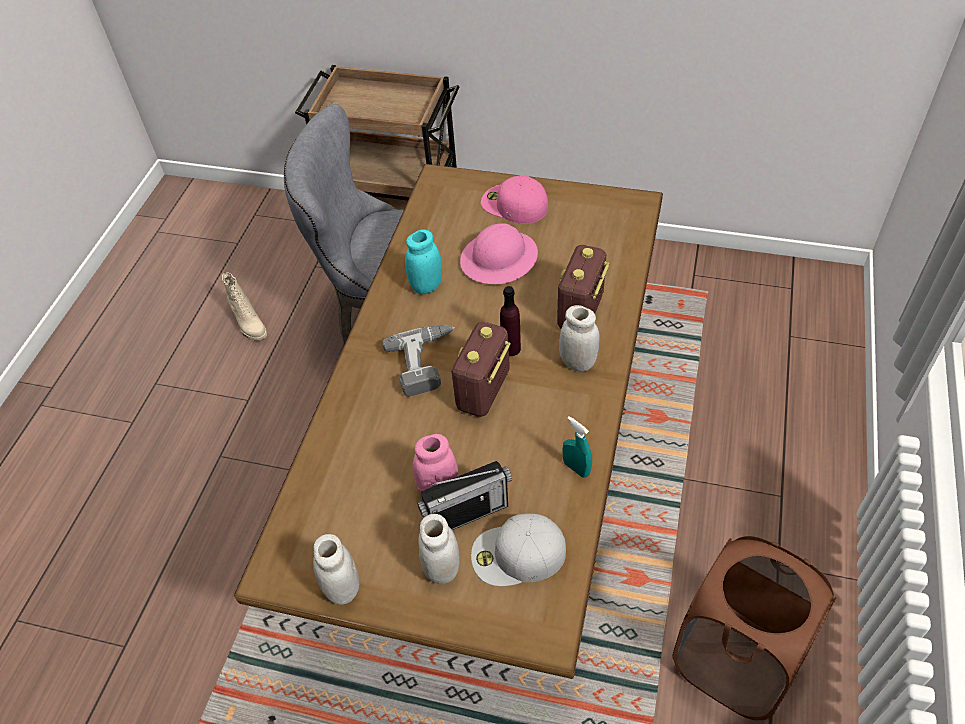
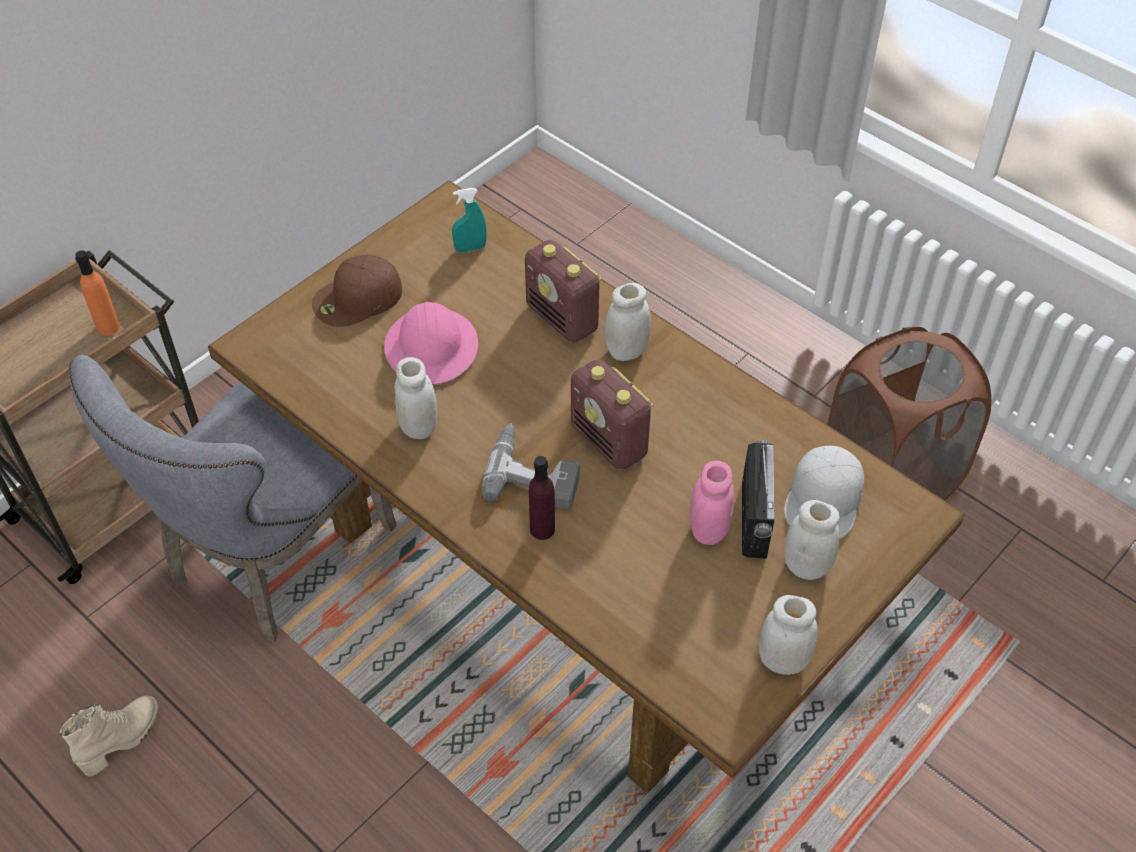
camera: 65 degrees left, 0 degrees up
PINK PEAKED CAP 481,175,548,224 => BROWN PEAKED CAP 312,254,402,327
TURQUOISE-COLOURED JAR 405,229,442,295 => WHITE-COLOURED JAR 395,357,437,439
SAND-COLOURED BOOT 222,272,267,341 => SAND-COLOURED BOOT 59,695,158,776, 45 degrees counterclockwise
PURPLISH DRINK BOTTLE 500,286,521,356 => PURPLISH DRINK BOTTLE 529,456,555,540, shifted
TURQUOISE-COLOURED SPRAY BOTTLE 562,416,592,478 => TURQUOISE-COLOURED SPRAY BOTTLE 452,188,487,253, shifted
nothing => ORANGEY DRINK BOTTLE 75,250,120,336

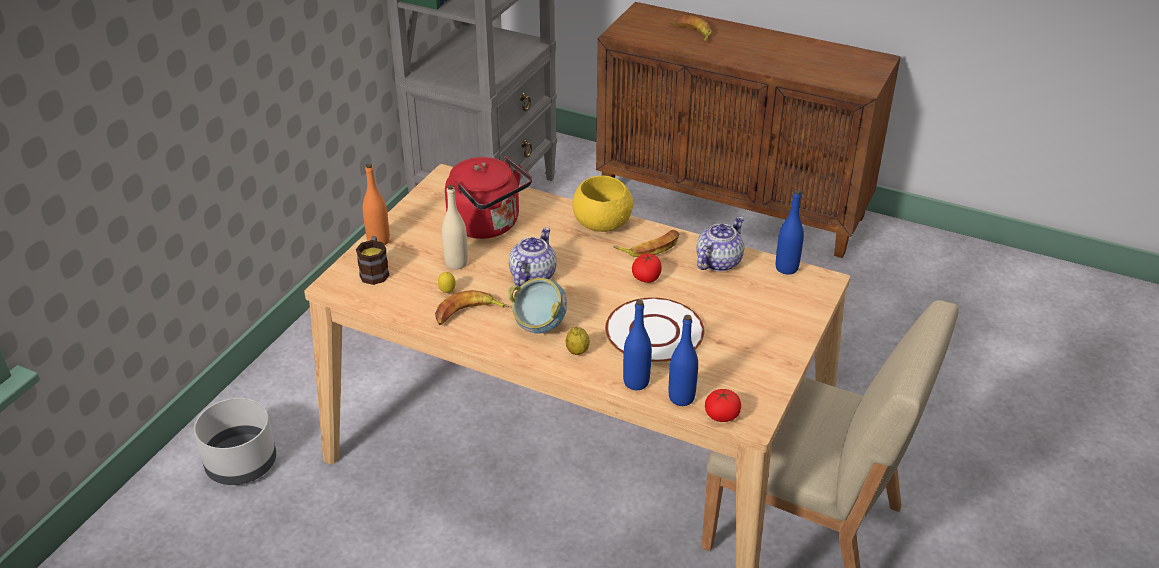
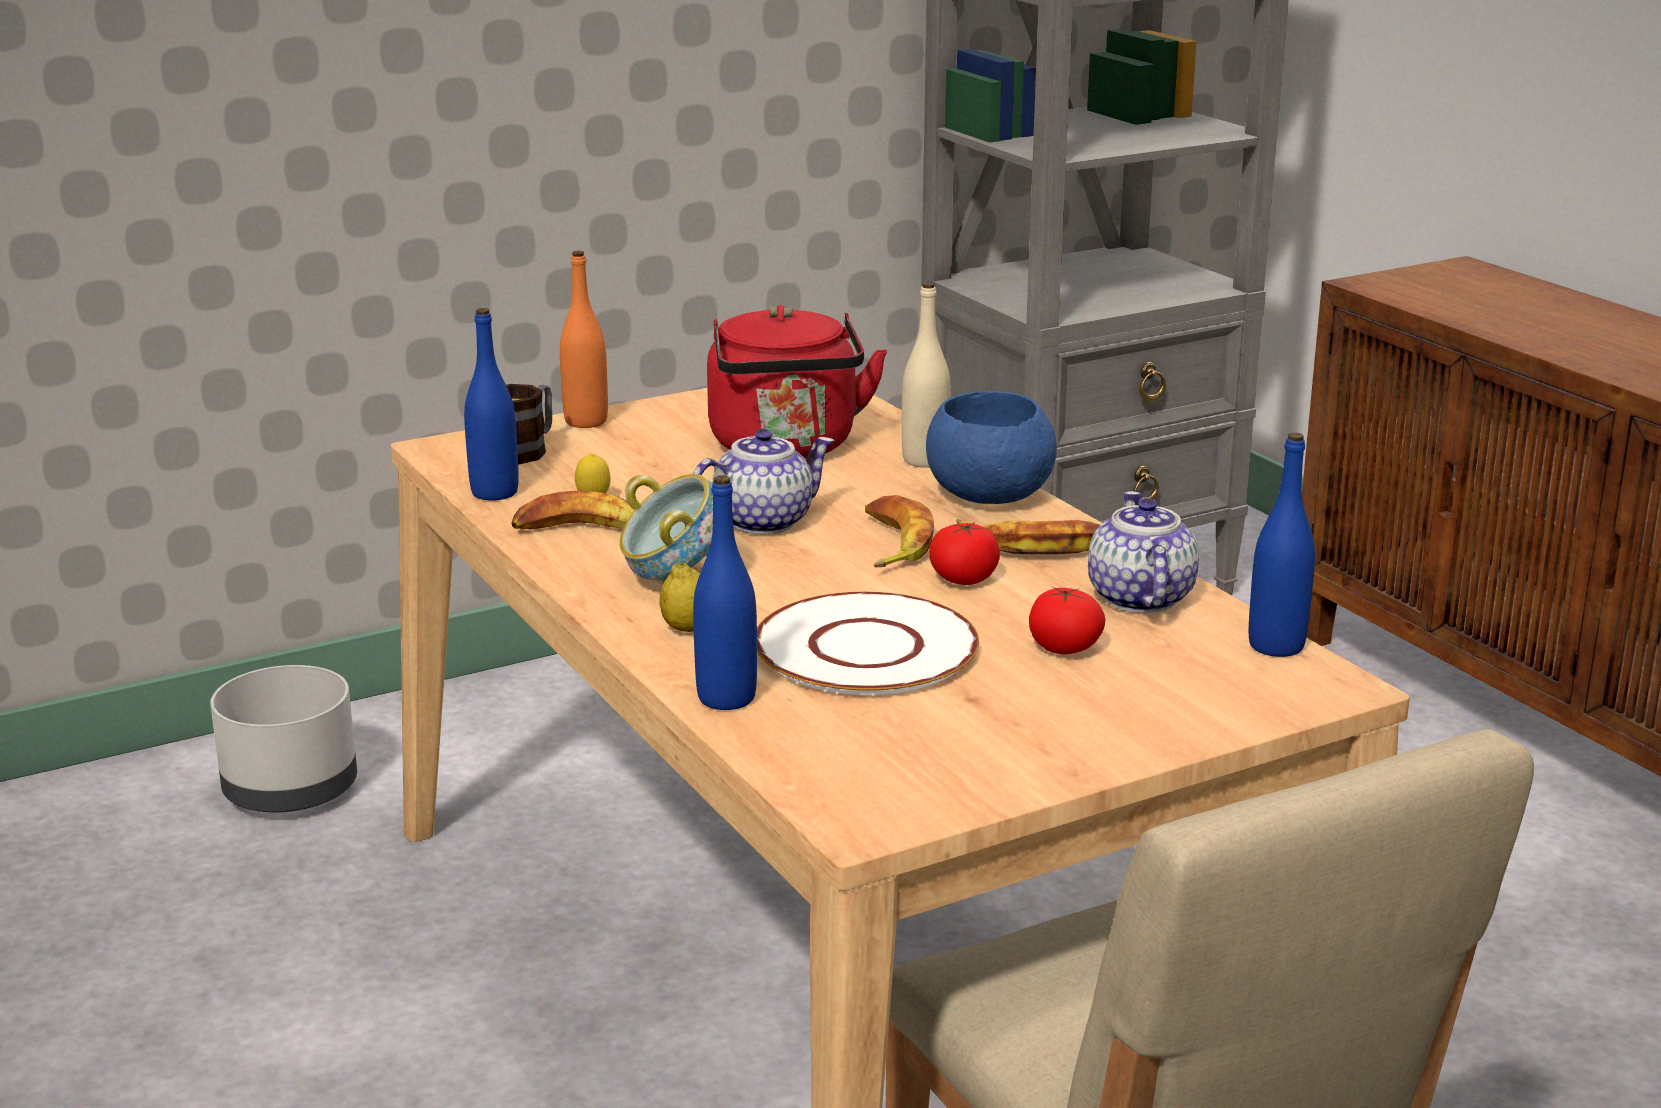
camera: 35 degrees right, 15 degrees down
WHOLE BANANA 670,15,711,42 => WHOLE BANANA 865,495,934,567, shifted
YELLOW SERVING BOWL 573,176,633,232 => BLUE SERVING BOWL 926,391,1057,504
SAND-COLOURED DRINK BOTTLE 442,185,468,270 => SAND-COLOURED DRINK BOTTLE 902,282,951,468, shifted
TEA POT 696,216,744,271 => TEA POT 1088,491,1199,613, 75 degrees counterclockwise
BLUE DRINK BOTTLE 669,315,698,406 => BLUE DRINK BOTTLE 464,308,519,501, shifted
WHOLE TOMATO 705,389,741,422 => WHOLE TOMATO 1029,587,1105,654, shifted

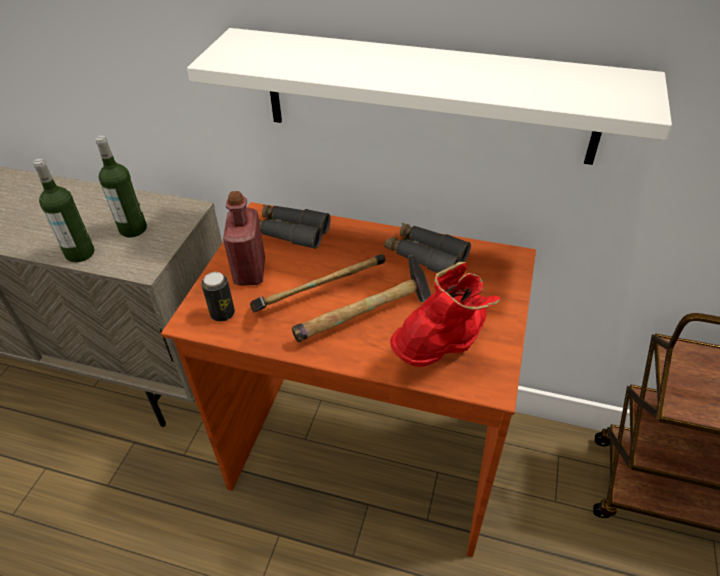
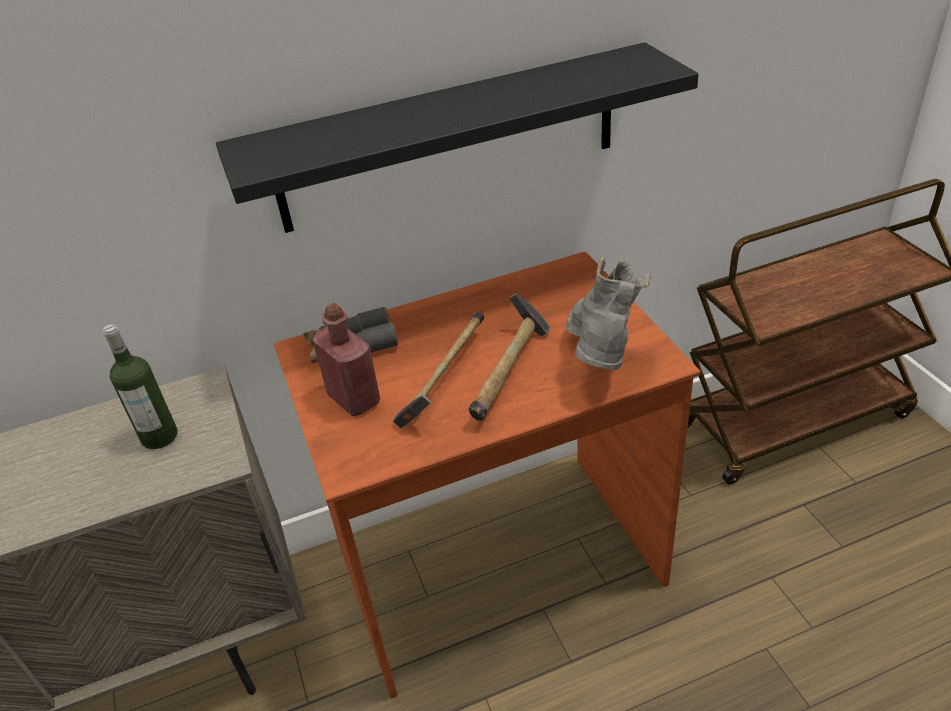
camera: 35 degrees left, 5 degrees down
WHITE-COLOURED SHELF 187,28,672,165 => BLACK SHELF 216,42,699,233
DRINK BOTTLE 33,159,94,262 => nothing
GREYISH BINOCULARS 384,223,471,273 => nothing
RED-COLOURED BOOT 390,262,500,367 => GREYISH BOOT 566,257,651,370
METAL CAN 201,272,235,321 => nothing

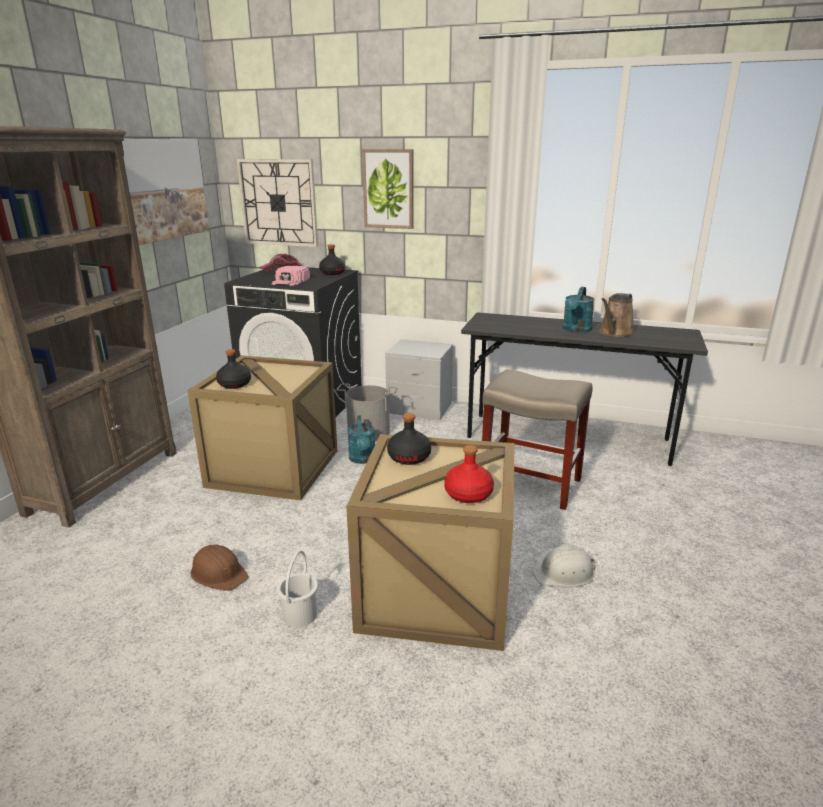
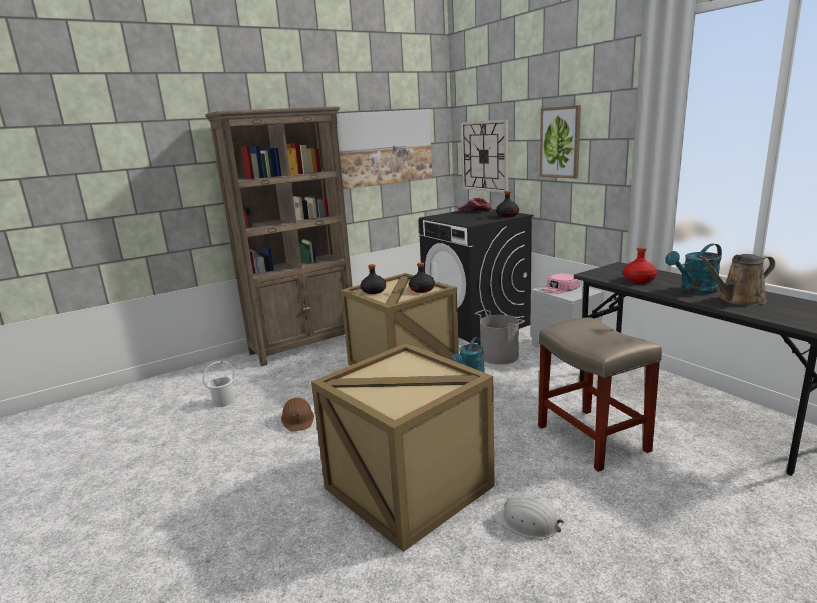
camera: 40 degrees right, 5 degrees down
PINK PEAKED CAP 272,266,310,286 => PINK PEAKED CAP 541,273,580,294, shifted
BLACK DRINK BOTTLE 387,413,431,465 => BLACK DRINK BOTTLE 409,262,435,293, shifted
RED-COLOURED DRINK BOTTLE 444,445,494,503 => RED-COLOURED DRINK BOTTLE 623,247,657,283, shifted
WHITE-COLOURED BUCKET 277,551,318,628 => WHITE-COLOURED BUCKET 202,361,234,407, shifted

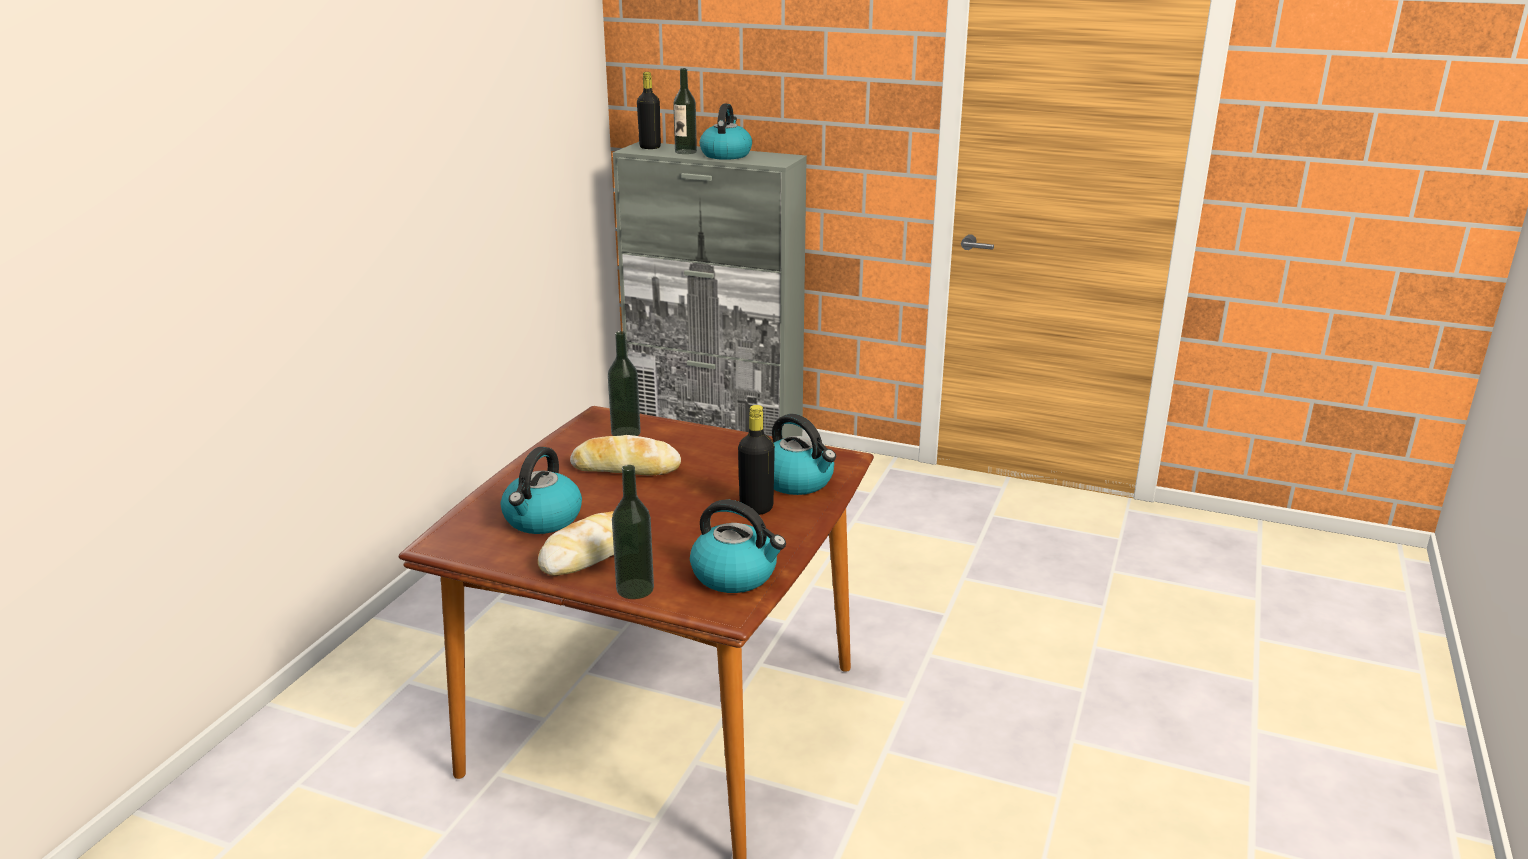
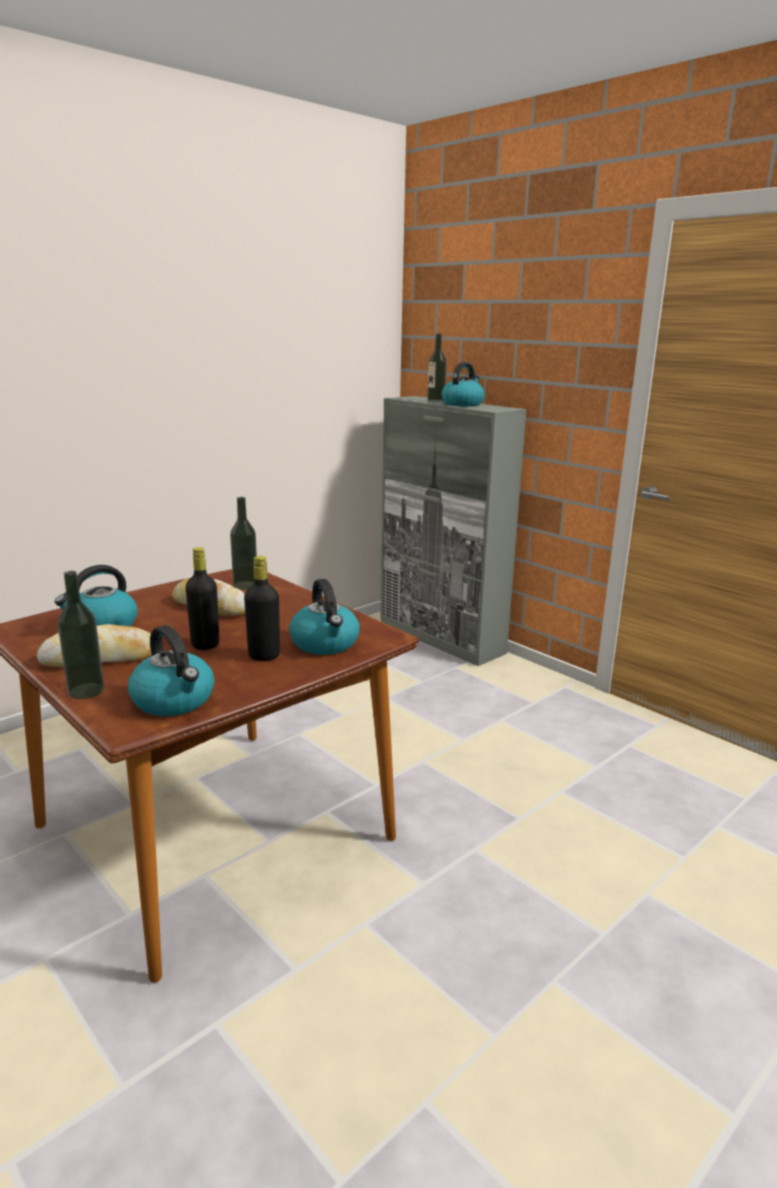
camera: 25 degrees right, 5 degrees down
BLACK DRINK BOTTLE 637,72,661,149 => BLACK DRINK BOTTLE 186,547,220,650, shifted

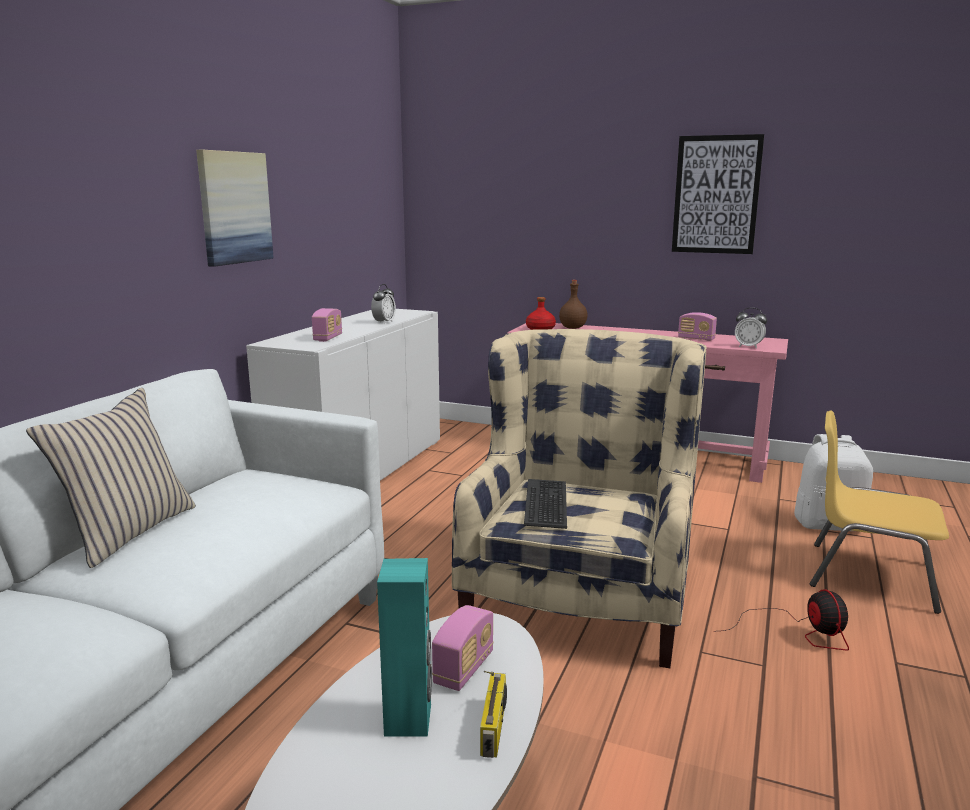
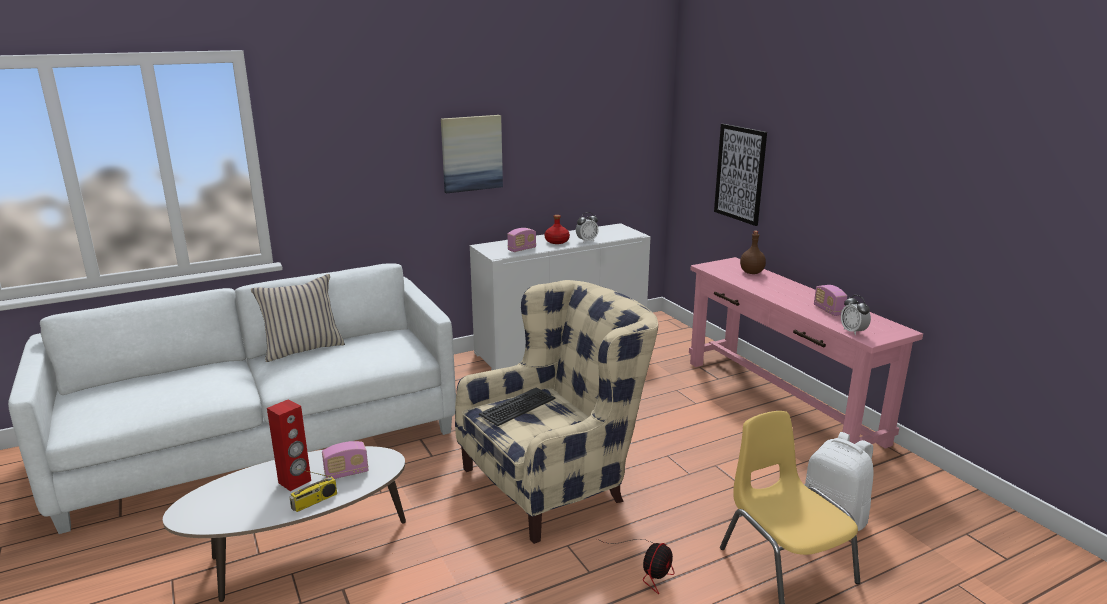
camera: 40 degrees right, 5 degrees up
PICTURE 672,134,764,254 => PICTURE 714,124,767,226, shifted
RED-COLOURED DRINK BOTTLE 526,297,556,330 => RED-COLOURED DRINK BOTTLE 545,215,570,244, shifted
TURQUOISE-COLOURED LOUDSPEAKER 377,558,432,737 => RED-COLOURED LOUDSPEAKER 267,400,311,491

